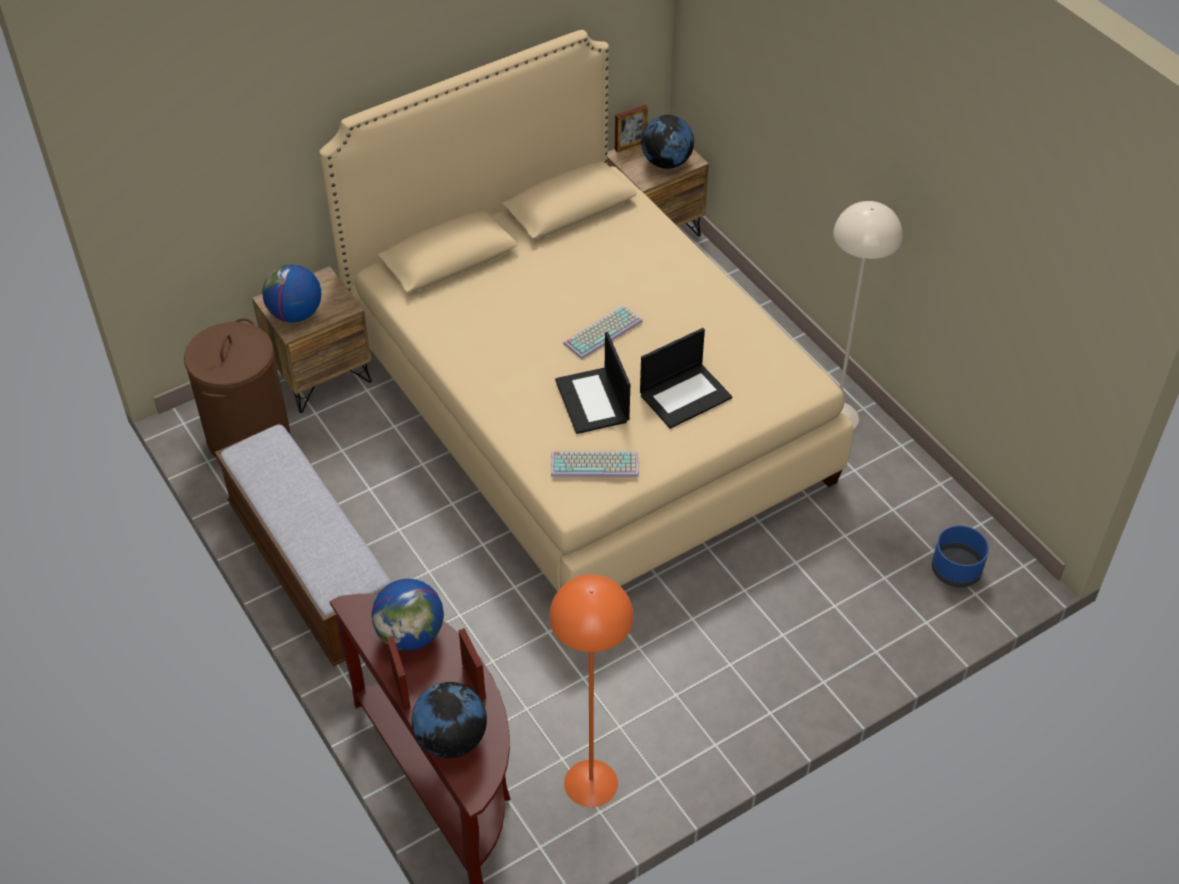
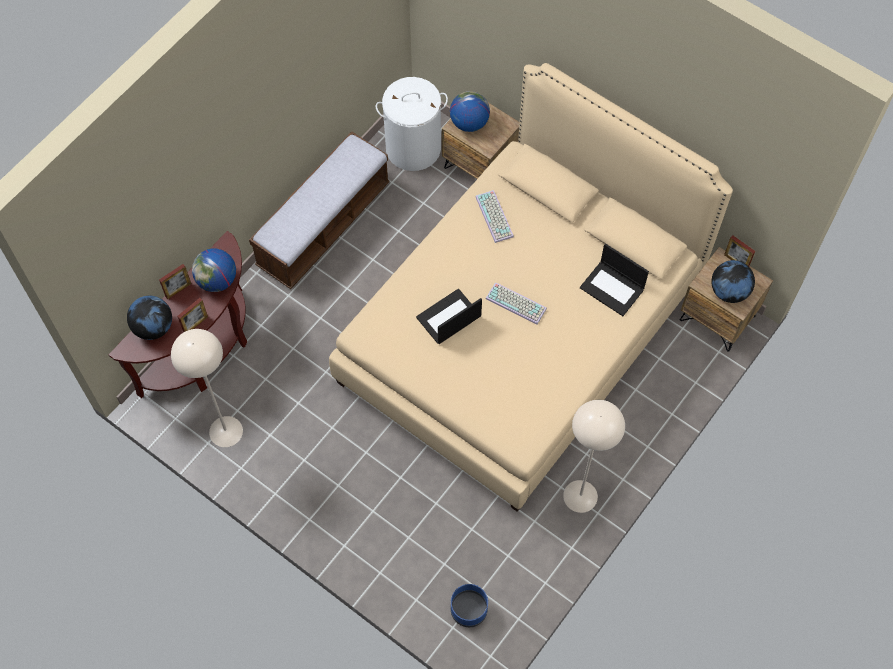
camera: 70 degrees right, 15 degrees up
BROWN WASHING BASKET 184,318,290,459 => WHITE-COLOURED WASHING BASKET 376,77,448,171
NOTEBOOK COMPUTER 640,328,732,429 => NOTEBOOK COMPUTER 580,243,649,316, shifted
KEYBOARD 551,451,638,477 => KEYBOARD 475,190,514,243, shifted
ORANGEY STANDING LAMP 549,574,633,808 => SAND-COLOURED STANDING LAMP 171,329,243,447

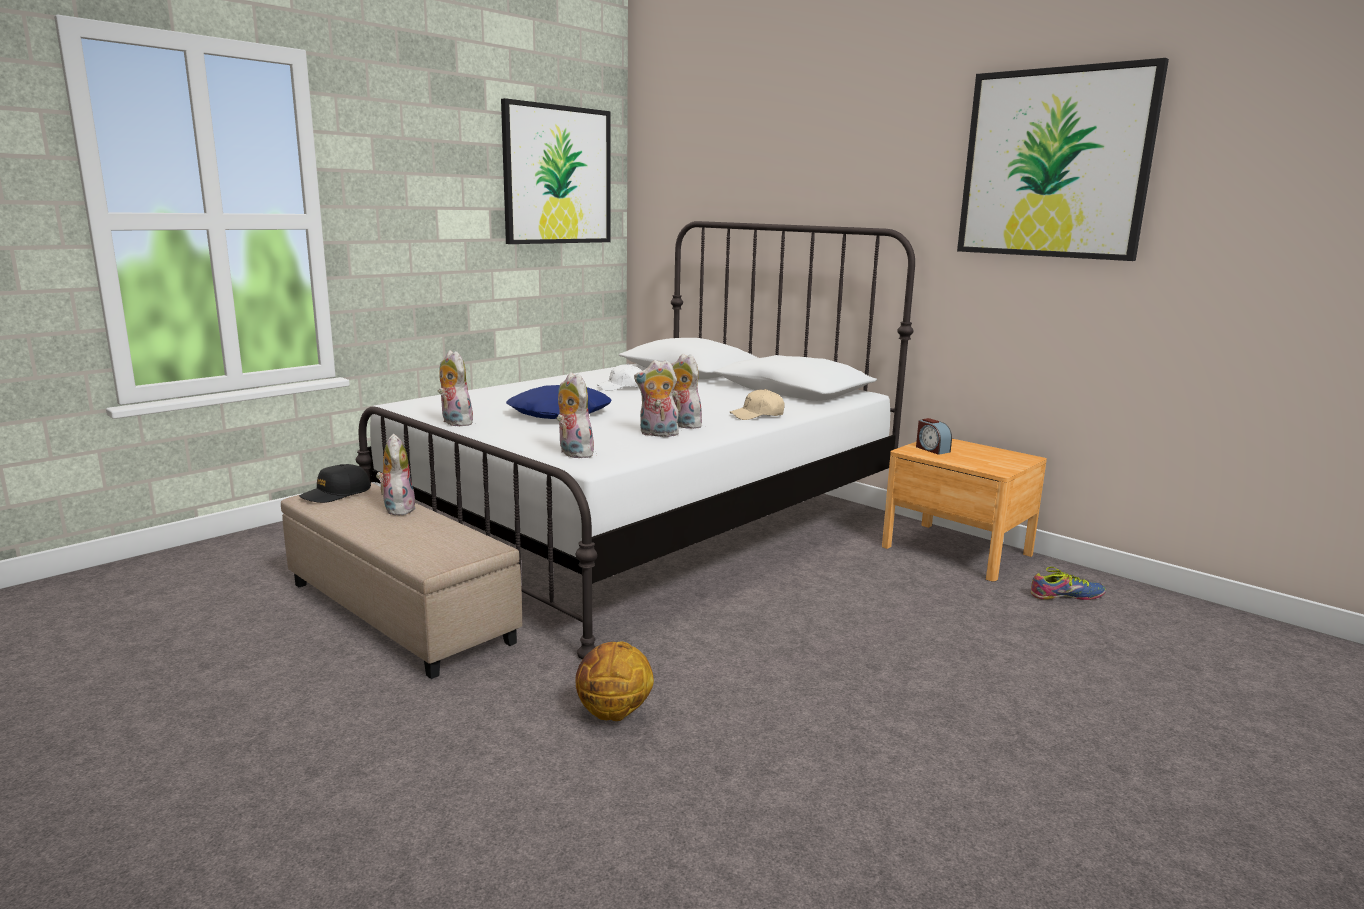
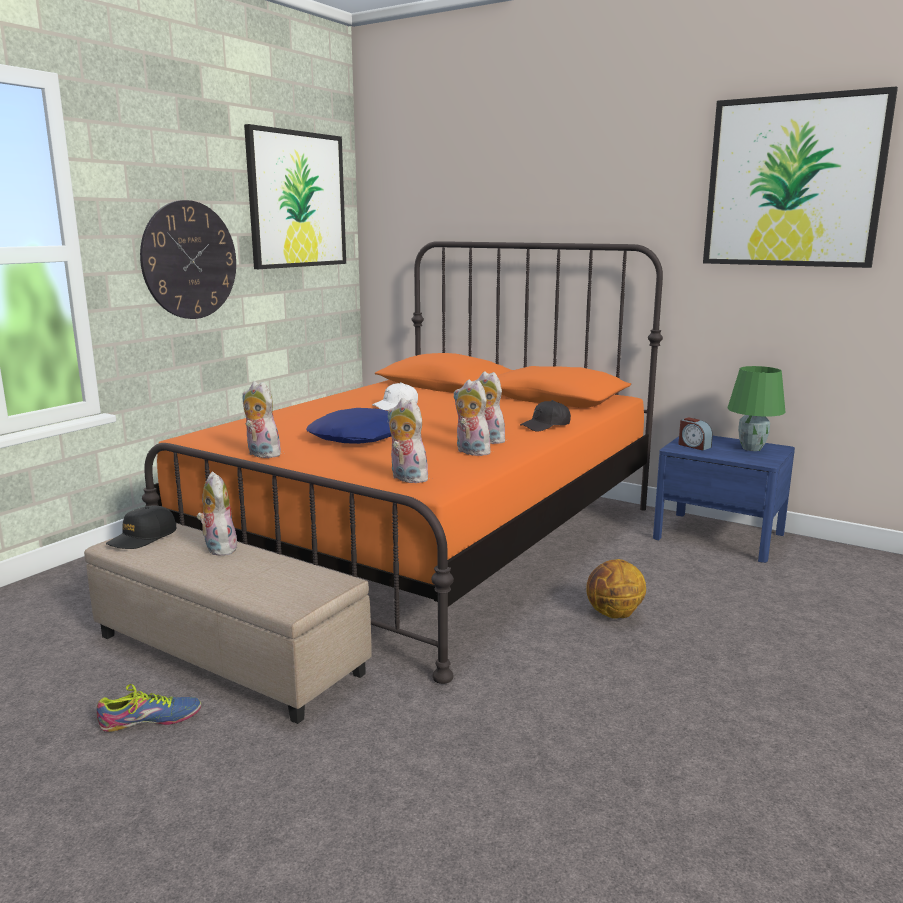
camera: 10 degrees left, 0 degrees up
WHITE-COLOURED BED 356,221,915,659 => ORANGEY BED 142,241,663,684
CUDDLY TOY 634,360,681,437 => CUDDLY TOY 454,379,491,456, 45 degrees clockwise
SAND-COLOURED PEAKED CAP 729,389,785,420 => BLACK PEAKED CAP 520,400,571,431
BROWN BEDSIDE TABLE 882,439,1047,581 => BLUE BEDSIDE TABLE 653,436,795,563
SHOE 1031,567,1106,600 => SHOE 97,684,201,732, shifted
BASKETBALL 575,641,654,721 => BASKETBALL 586,559,646,618, shifted
nothing => CLOCK ON THE WALL 140,200,236,319
nothing => GREEN LAMP FOR A TABLE 727,366,786,451

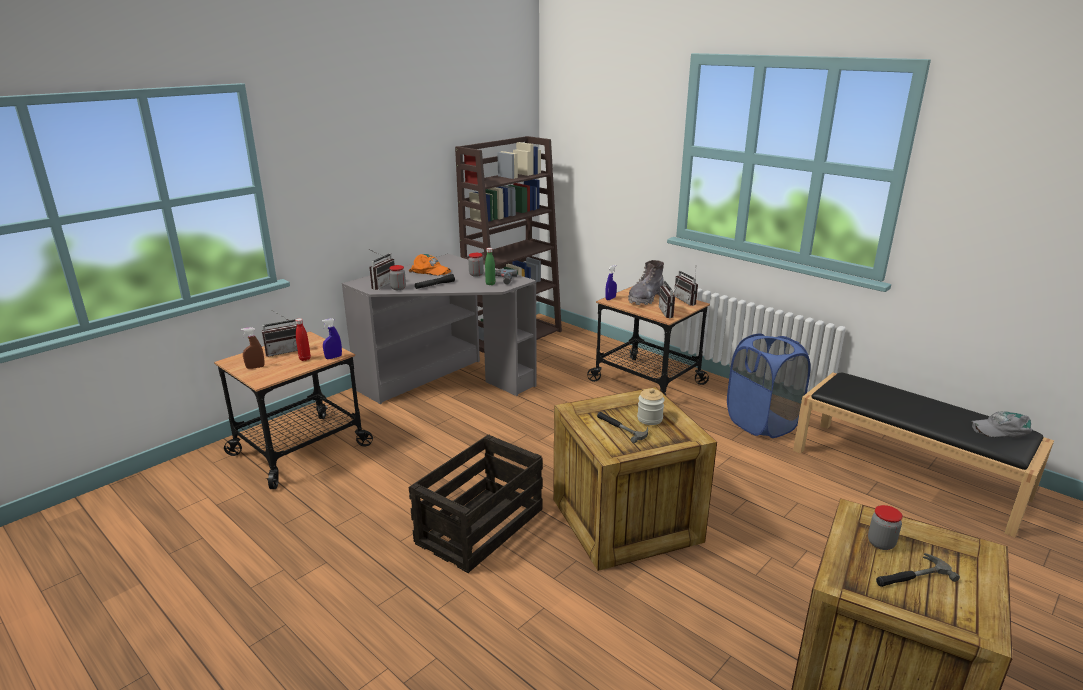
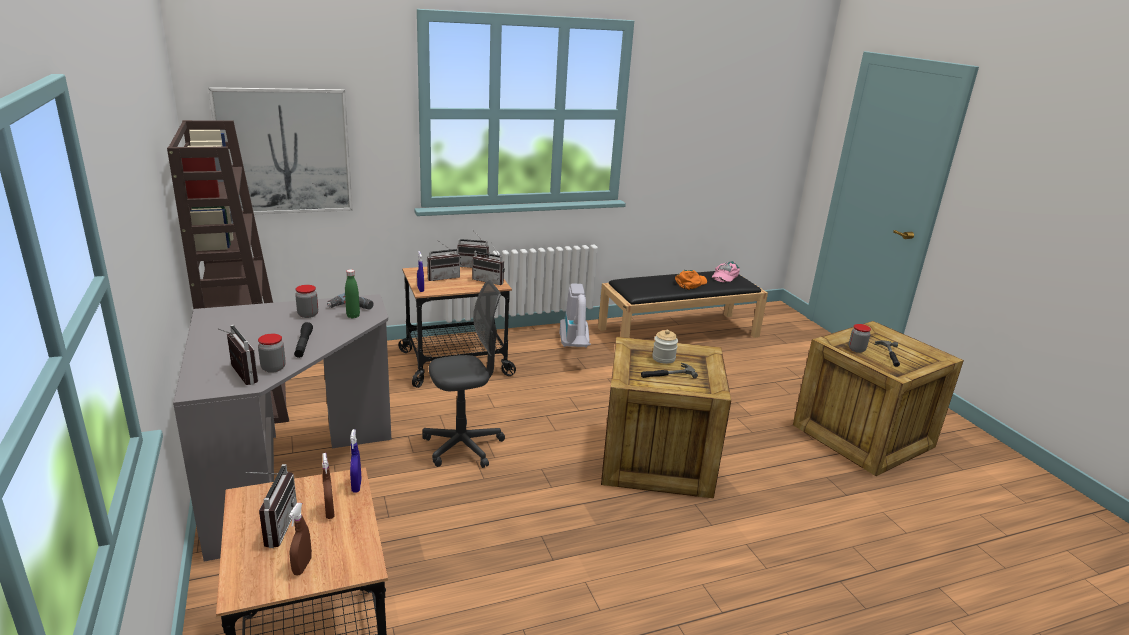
camera: 65 degrees left, 0 degrees up
ORANGEY PEAKED CAP 409,254,451,276 => ORANGEY PEAKED CAP 675,270,707,290, shifted
GREYISH BOOT 628,260,664,305 => RADIO RECEIVER 427,239,461,281
RED-COLOURED DRINK BOTTLE 295,318,311,361 => BROWN SPRAY BOTTLE 322,453,335,519
BLUE WASHING BASKET 727,334,811,438 => HOOVER 560,283,591,348
GREYISH PEAKED CAP 972,411,1033,438 => PINK PEAKED CAP 712,261,740,282
SHIPPING CRATE 409,435,543,573 => nothing
nothing => PICTURE 208,87,352,214
nothing => GREYISH OFFICE CHAIR 422,280,505,468

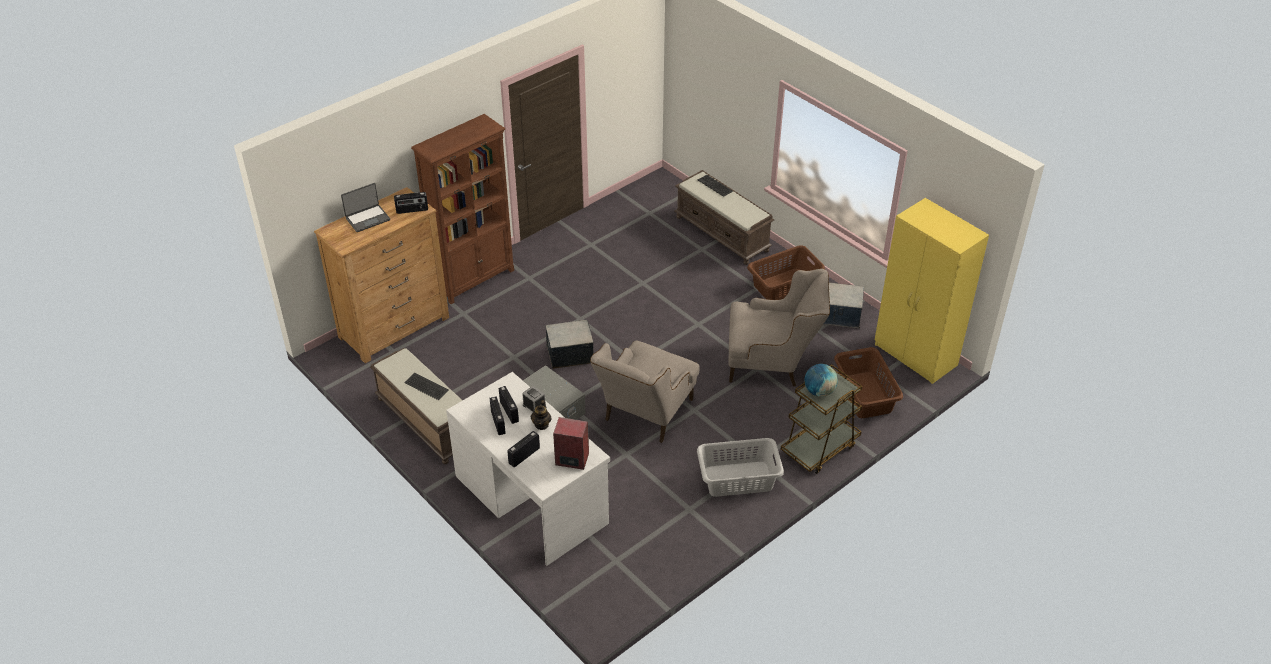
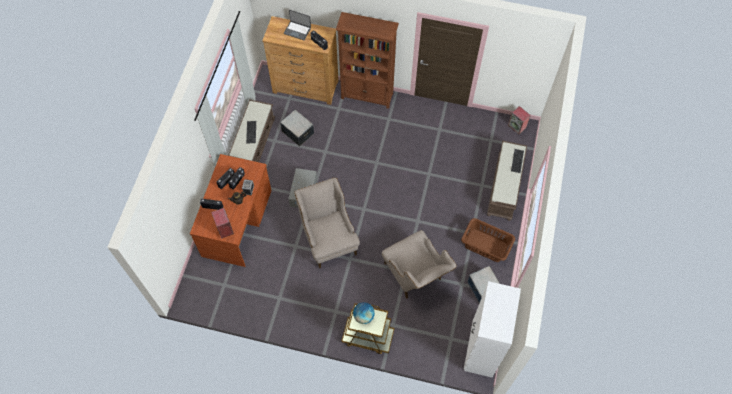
camera: 55 degrees right, 20 degrees up
YELLOW ARMOIRE 875,198,989,384 => WHITE-COLOURED ARMOIRE 464,281,521,377
STORAGE BOX 545,320,594,369 => STORAGE BOX 280,110,314,146, shifted
SAND-COLOURED ARMCHAIR 590,341,700,443 => SAND-COLOURED ARMCHAIR 294,178,360,268, 75 degrees clockwise
BROWN WASHING BASKET 834,347,903,418 => nothing
WHITE-COLOURED DESK UNIT 446,372,610,566 => BROWN DESK UNIT 190,154,272,267
GREYISH WASHING BASKET 697,438,784,497 => nothing
nothing => LOUDSPEAKER 508,106,531,134

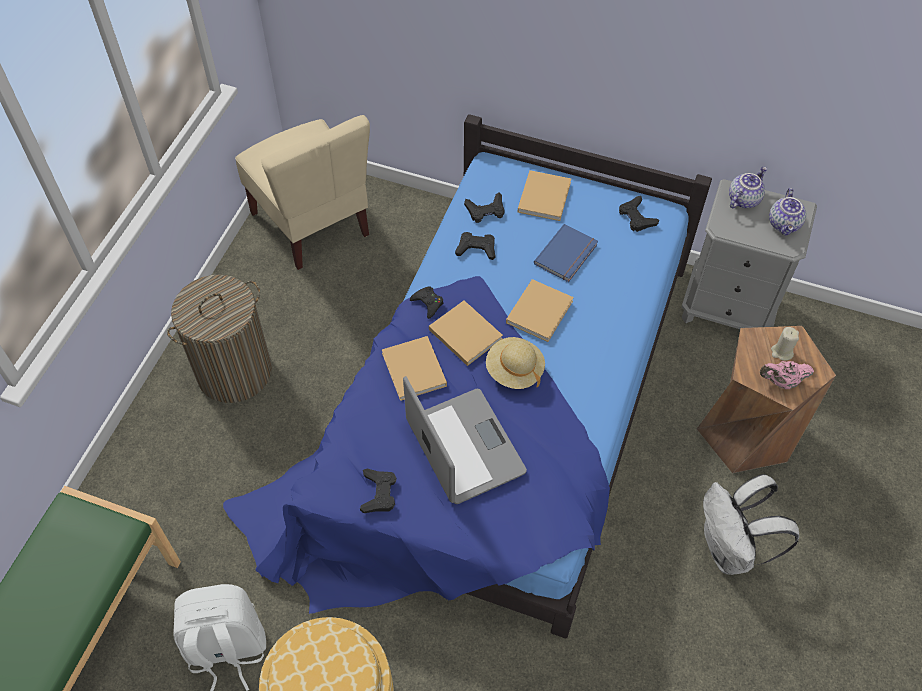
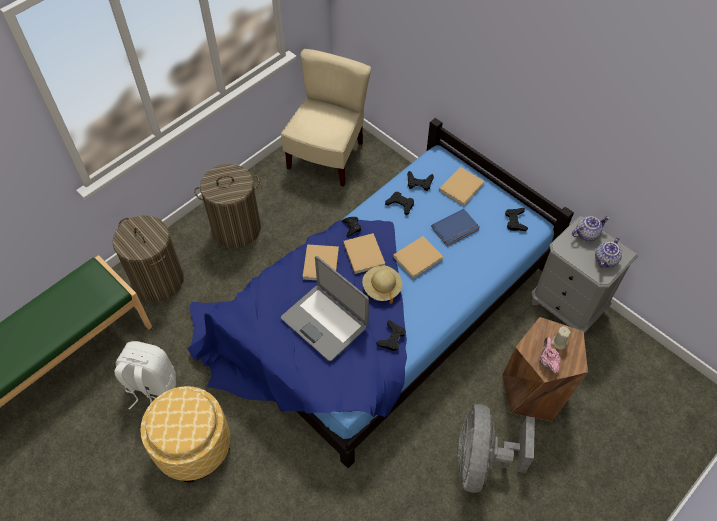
camera: 25 degrees right, 0 degrees up
SAND-COLOURED CHAIR 235,115,370,270 => SAND-COLOURED CHAIR 281,49,371,187, 150 degrees counterclockwise
PINK TEA POT 760,361,814,389 => PINK TEA POT 539,337,561,374, 60 degrees clockwise
NOTEBOOK COMPUTER 403,376,527,504 => NOTEBOOK COMPUTER 281,256,369,361, 135 degrees clockwise
BLACK GAME CONTROLLER 360,468,397,513 => BLACK GAME CONTROLLER 376,320,406,351, shifted
WHITE-COLOURED KNAPSACK 703,474,799,575 => GREYISH COOLING FAN 458,404,535,493
nothing => WASHING BASKET 113,215,184,301

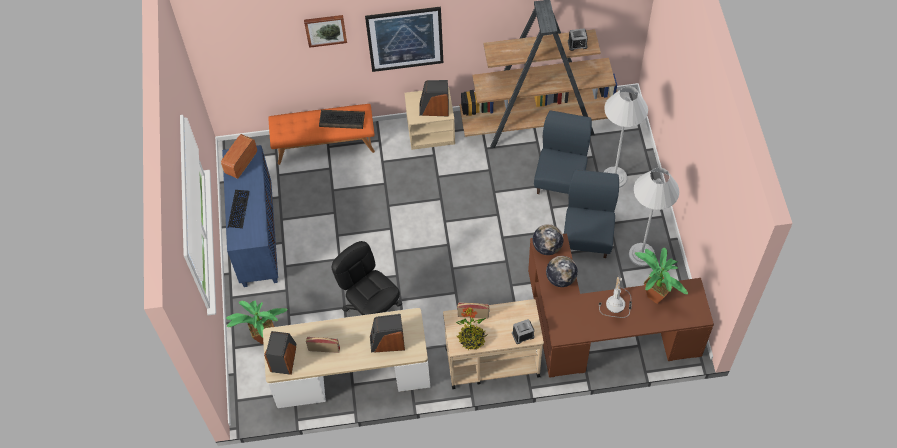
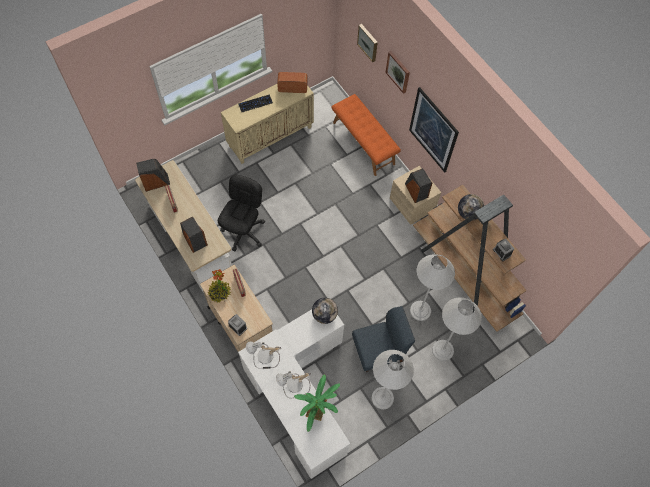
camera: 60 degrees right, 5 degrees up
KEYBOARD 319,110,365,129 => nothing
BLUE CHAIR 534,110,592,194 => WHITE-COLOURED STANDING LAMP 410,254,455,321
BLUE CABINET 222,145,278,287 => SAND-COLOURED CABINET 221,84,314,164
BROWN DESK UNIT 528,233,714,378 => WHITE-COLOURED DESK UNIT 238,309,350,479
WORLD GLOBE 546,256,578,287 => WORLD GLOBE 458,194,485,221, shifted
PLANT IN A POT 226,301,287,344 => nothing
nothing => PICTURE 357,24,378,62
nothing => LAMP FOR A TABLE 246,342,281,369

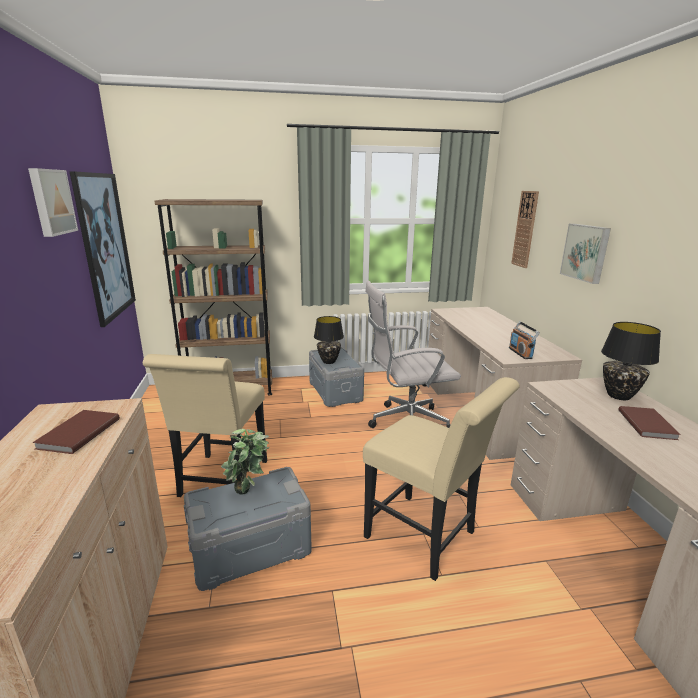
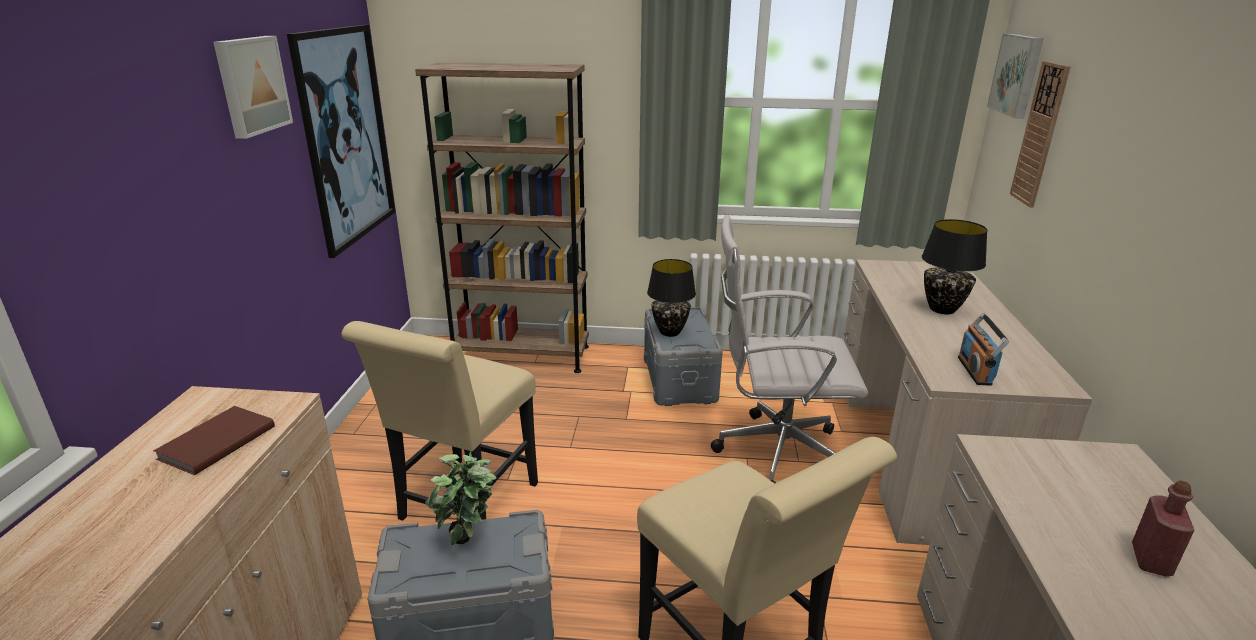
camera: 15 degrees right, 5 degrees up
PICTURE 560,224,611,284 => PICTURE 987,34,1043,119, shifted
BLACK LAMP FOR A TABLE 601,322,661,400 => BLACK LAMP FOR A TABLE 922,219,988,314, shifted
BROWN BOUND BOOK 618,406,681,440 => RED-COLOURED DRINK BOTTLE 1132,480,1195,576

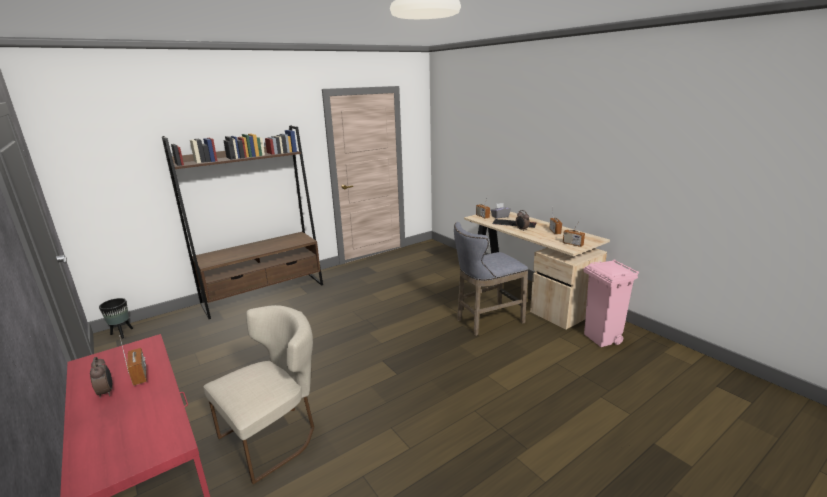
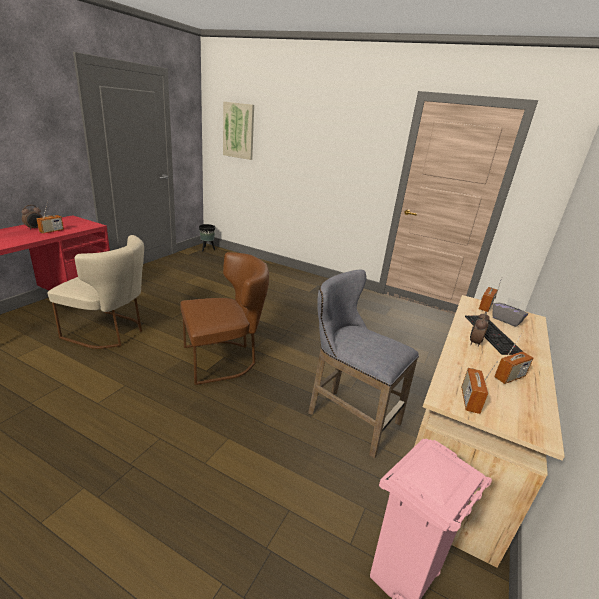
camera: 60 degrees right, 5 degrees up
BROWN BOOKSHELF 162,125,323,319 => nothing
nothing => PICTURE 223,102,254,160
nothing => BROWN CHAIR 180,252,269,385

